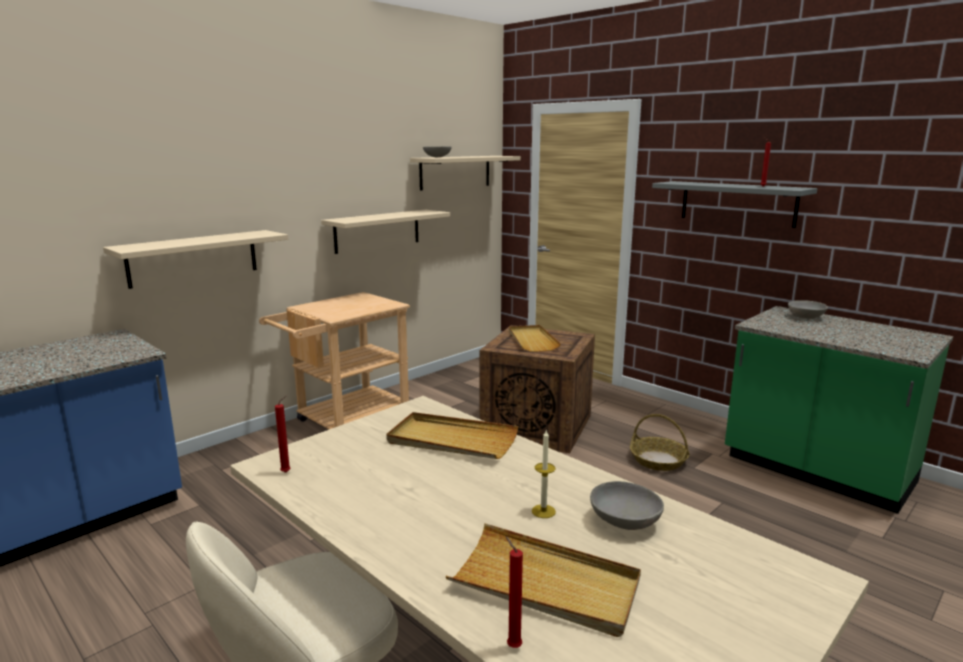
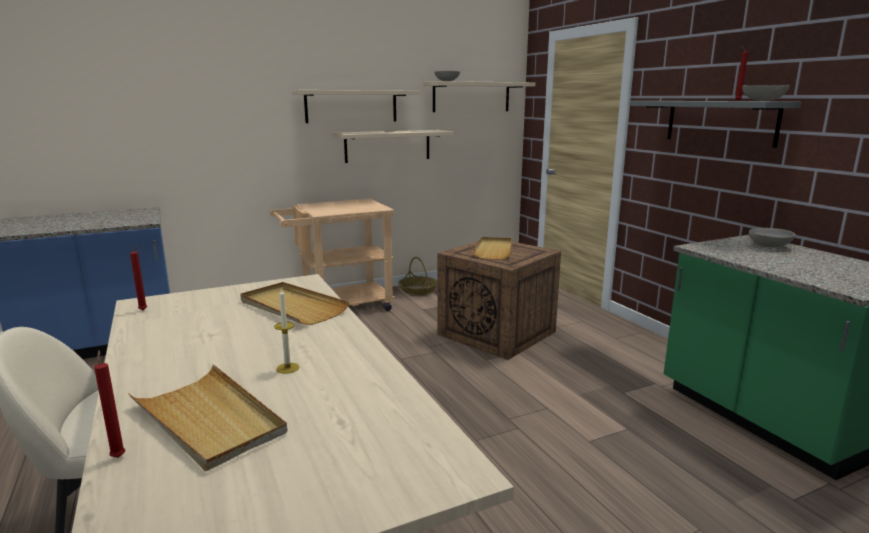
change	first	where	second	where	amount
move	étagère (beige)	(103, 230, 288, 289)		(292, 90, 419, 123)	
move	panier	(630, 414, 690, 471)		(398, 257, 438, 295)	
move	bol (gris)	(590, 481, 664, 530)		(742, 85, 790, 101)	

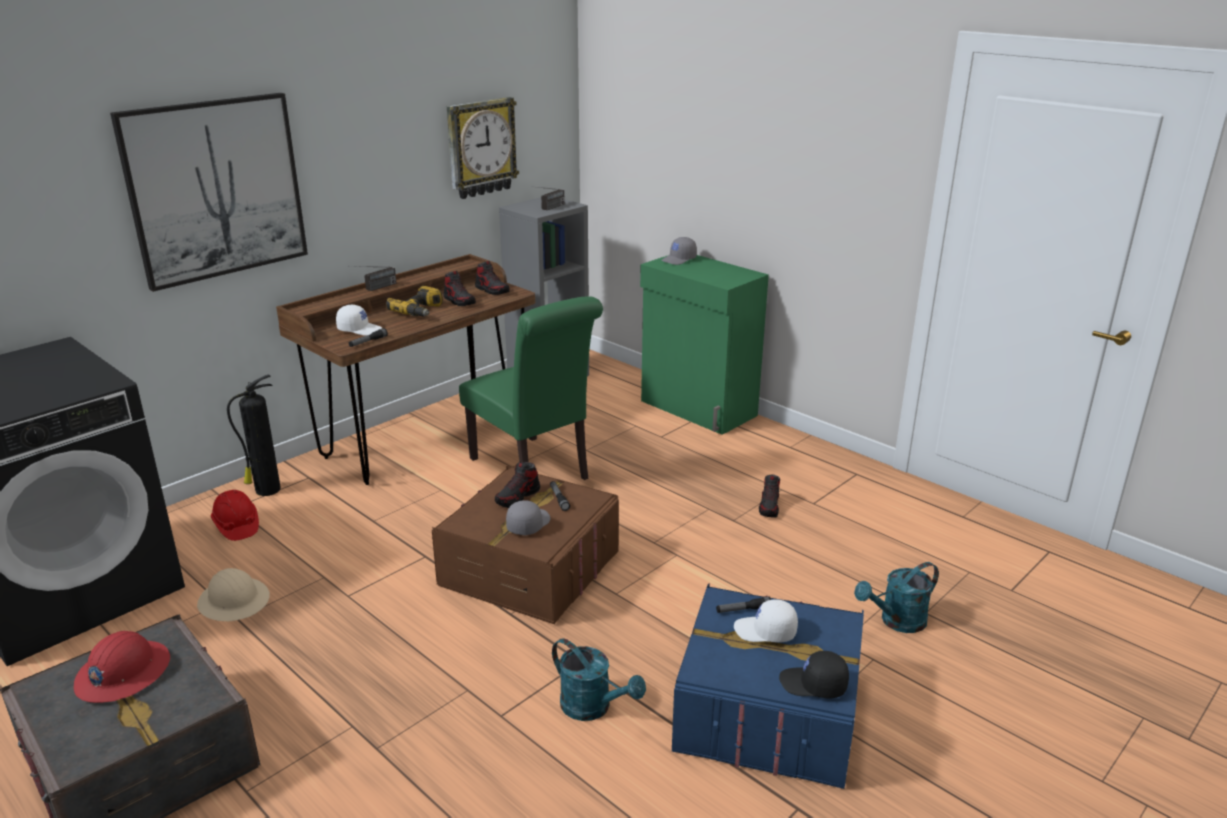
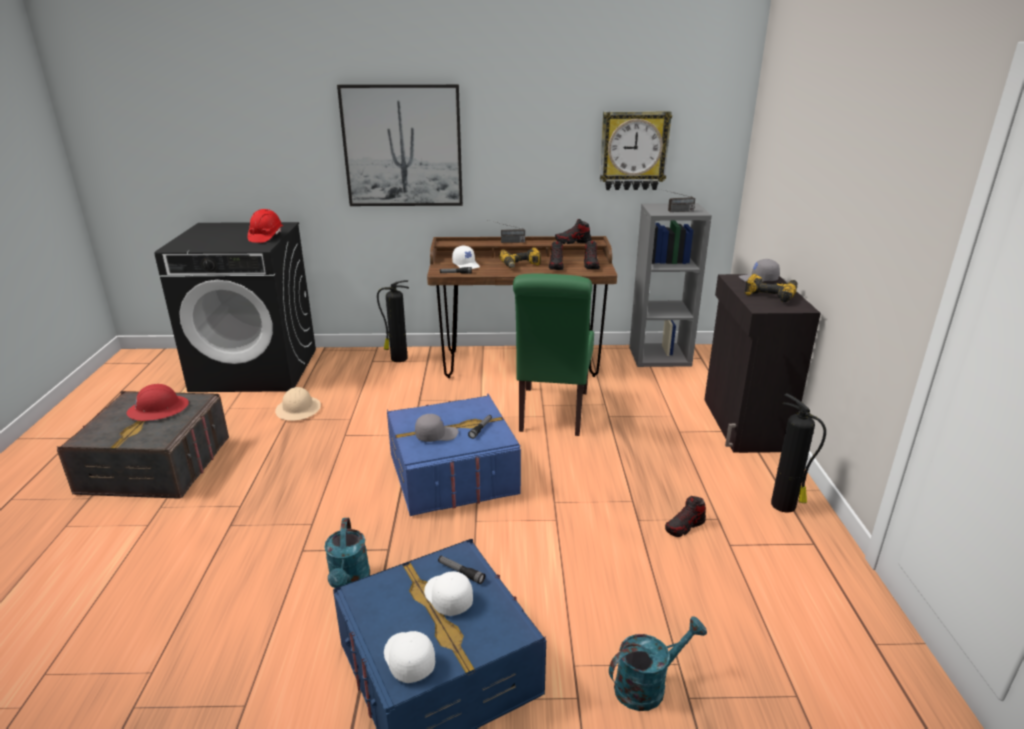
change	first	where	second	where	amount
recolor	meuble de rangement (vert)	(640, 255, 769, 435)	meuble de rangement (noir)	(704, 274, 821, 453)	
move	chaussure	(495, 461, 540, 508)		(555, 219, 591, 244)	
recolor	boîte de rangement (marron)	(432, 466, 619, 624)	boîte de rangement (bleu)	(387, 393, 521, 516)	
move	casque de chantier (rouge)	(211, 490, 259, 541)		(248, 209, 283, 243)	
rotate	arrosoir (turquoise)	(854, 562, 939, 633)		(609, 616, 707, 711)	135 degrees clockwise
recolor	casquette (noir)	(779, 651, 849, 699)	casquette (blanc)	(384, 631, 435, 683)	
insert			perceuse	(744, 274, 798, 302)	
insert			extincteur	(771, 393, 826, 513)	

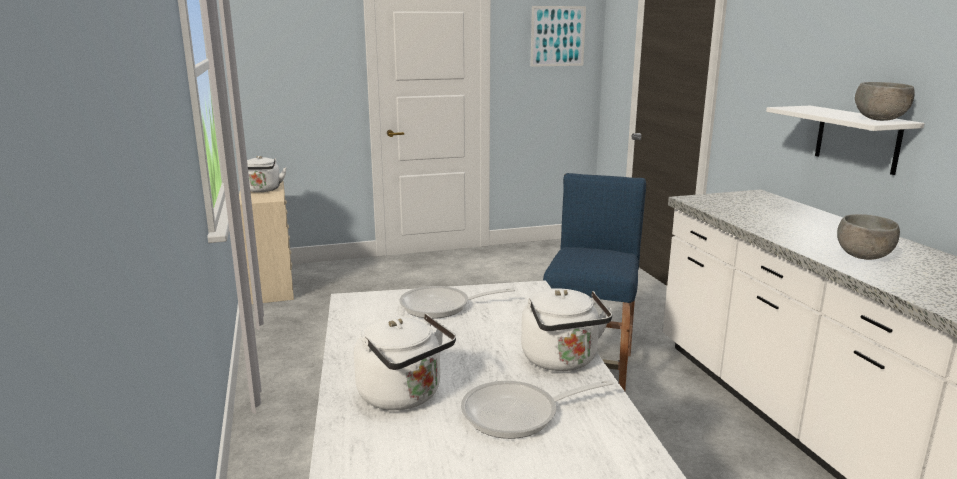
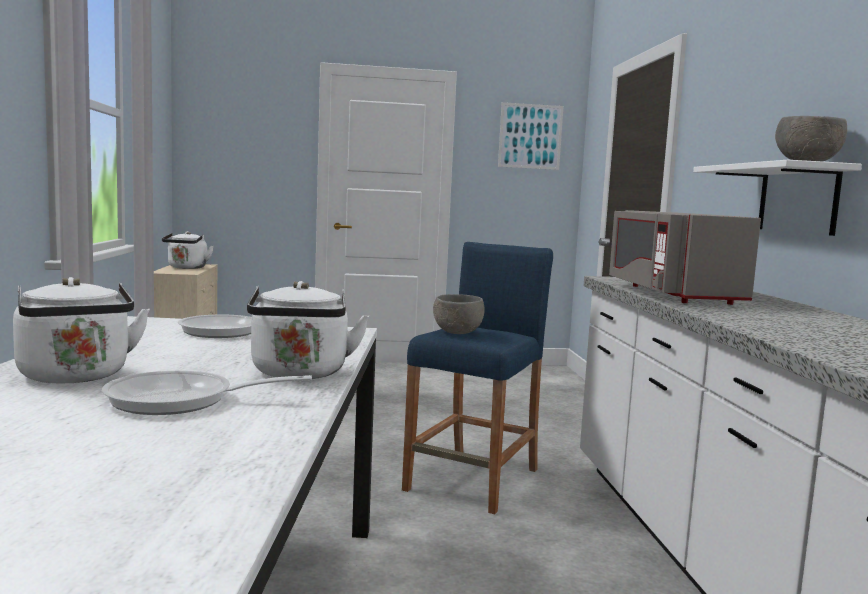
change	first	where	second	where	amount
move	bol (gris)	(837, 214, 900, 260)		(433, 294, 484, 334)	
insert			micro-ondes (gris)	(609, 210, 761, 305)	

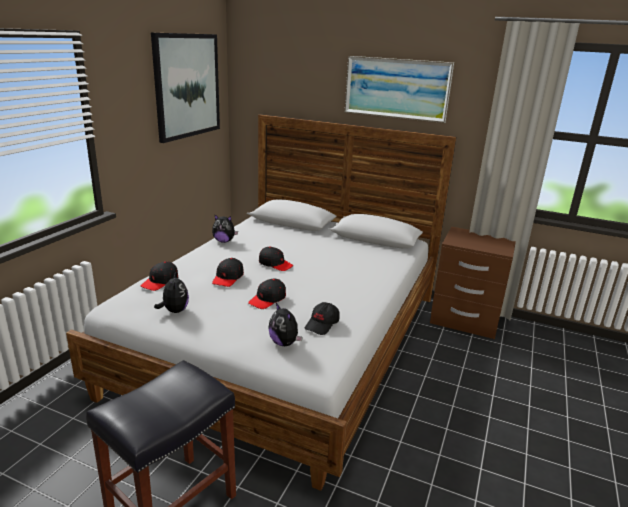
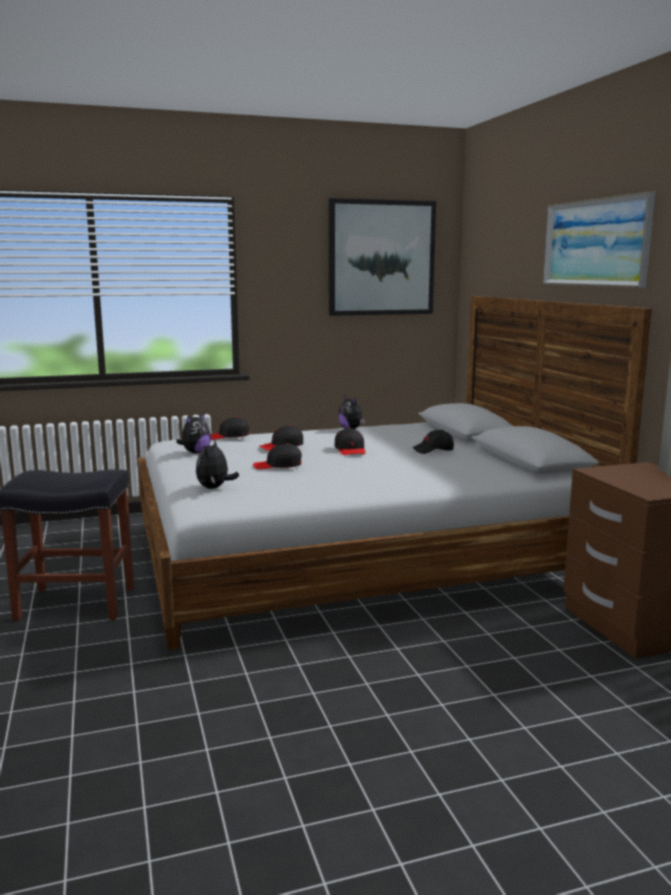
change	first	where	second	where	amount
move	casquette (noir)	(305, 302, 340, 335)		(413, 430, 454, 454)	

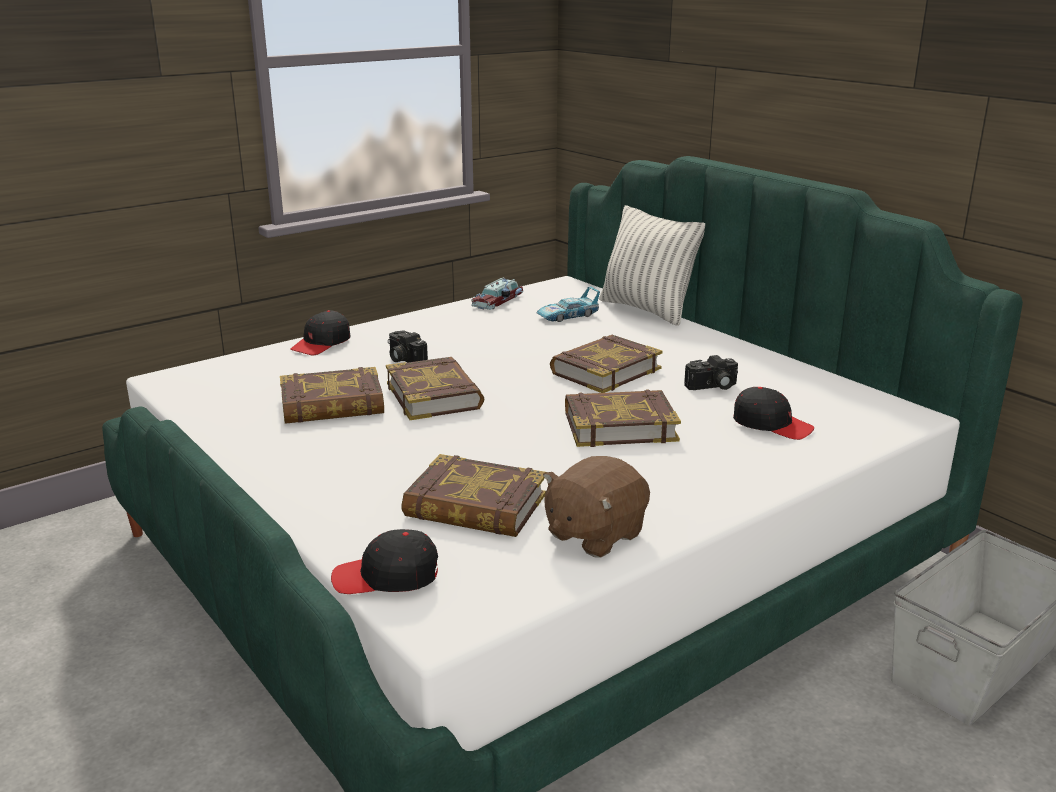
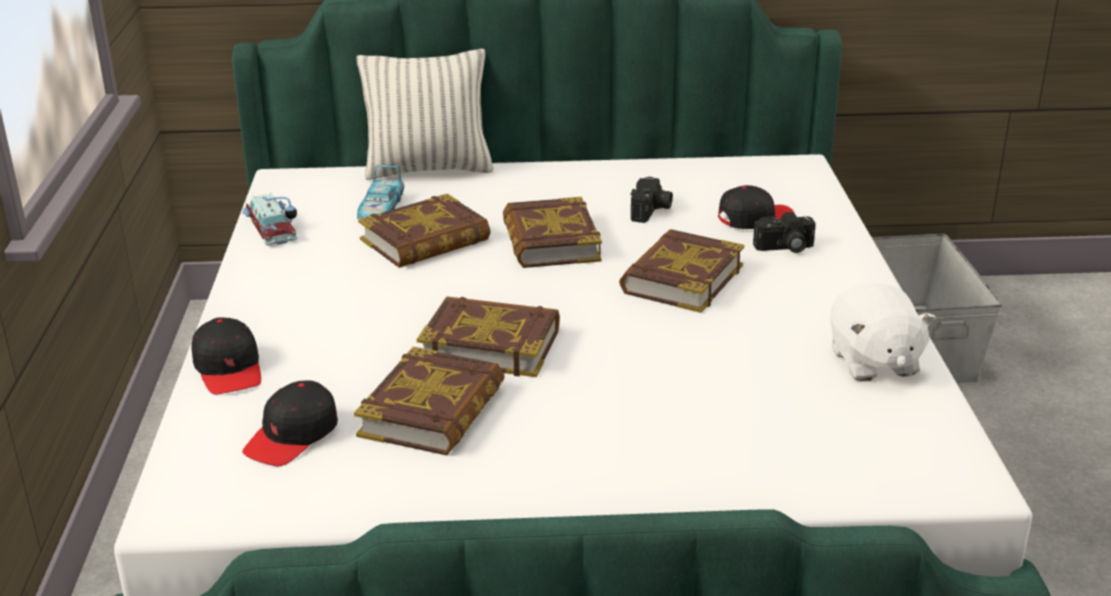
change	first	where	second	where	amount
move	appareil photo	(388, 331, 428, 362)		(753, 212, 816, 253)	
move	livre	(401, 454, 546, 537)		(358, 193, 491, 268)	
recolor	peluche (marron)	(543, 456, 650, 558)	peluche (blanc)	(830, 283, 936, 381)	
move	casquette (noir)	(331, 529, 438, 594)		(242, 380, 338, 466)	

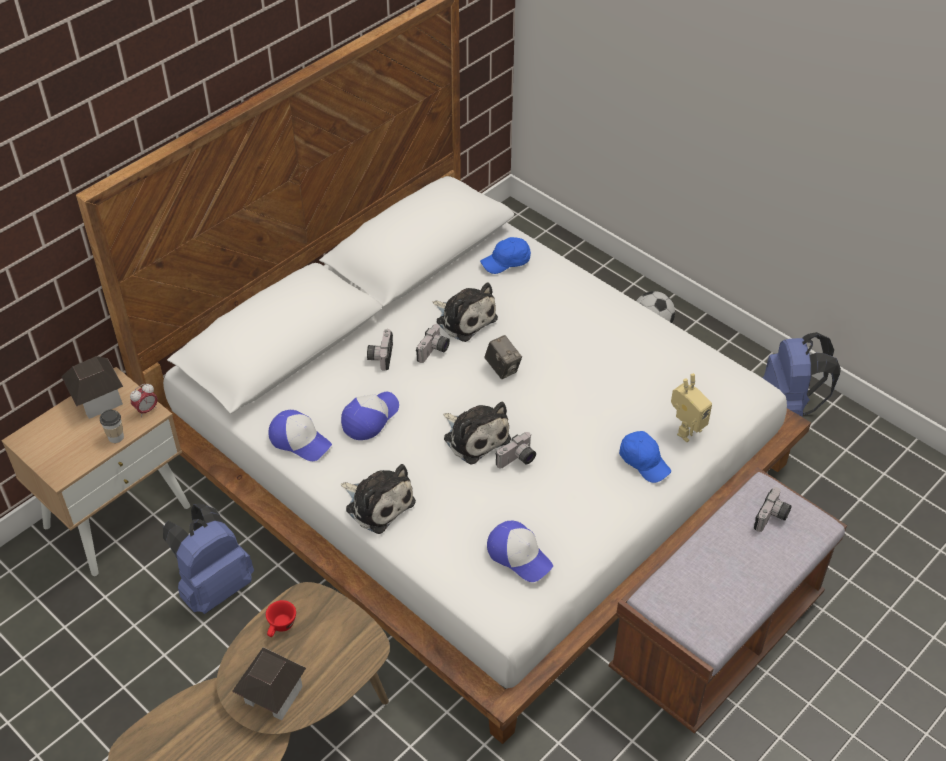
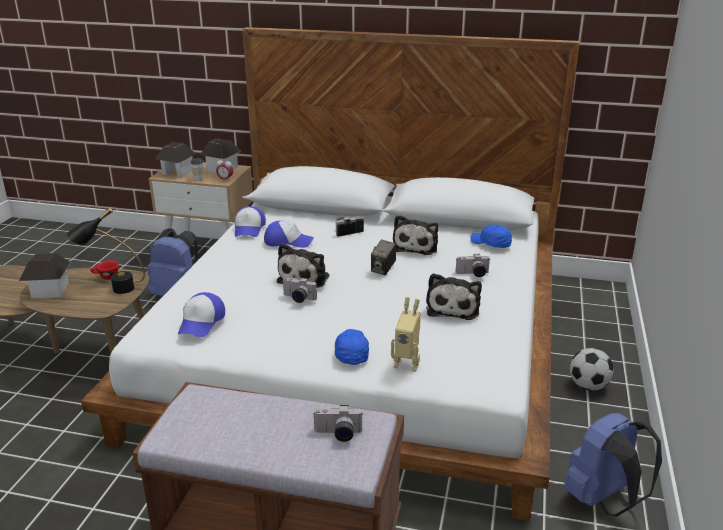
change	first	where	second	where	amount
move	appareil photo	(416, 324, 450, 363)		(455, 254, 491, 277)	
rotate	casquette (bleu)	(619, 431, 671, 483)		(335, 329, 369, 365)	150 degrees clockwise
move	peluche	(341, 464, 416, 534)		(426, 273, 482, 320)	
insert			maison miniature	(155, 142, 196, 178)	
insert			lampe de table (noir)	(66, 207, 145, 294)	

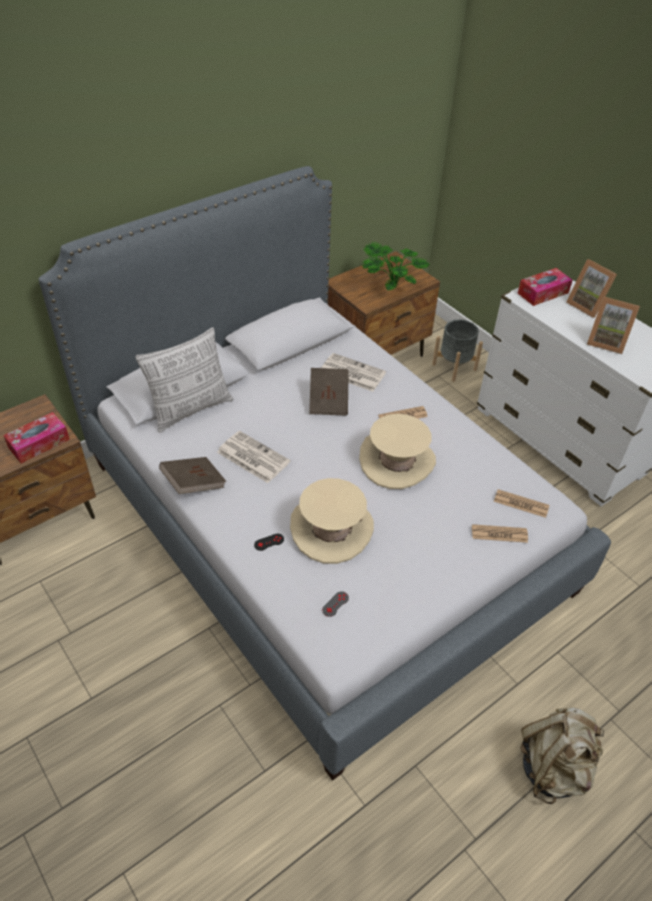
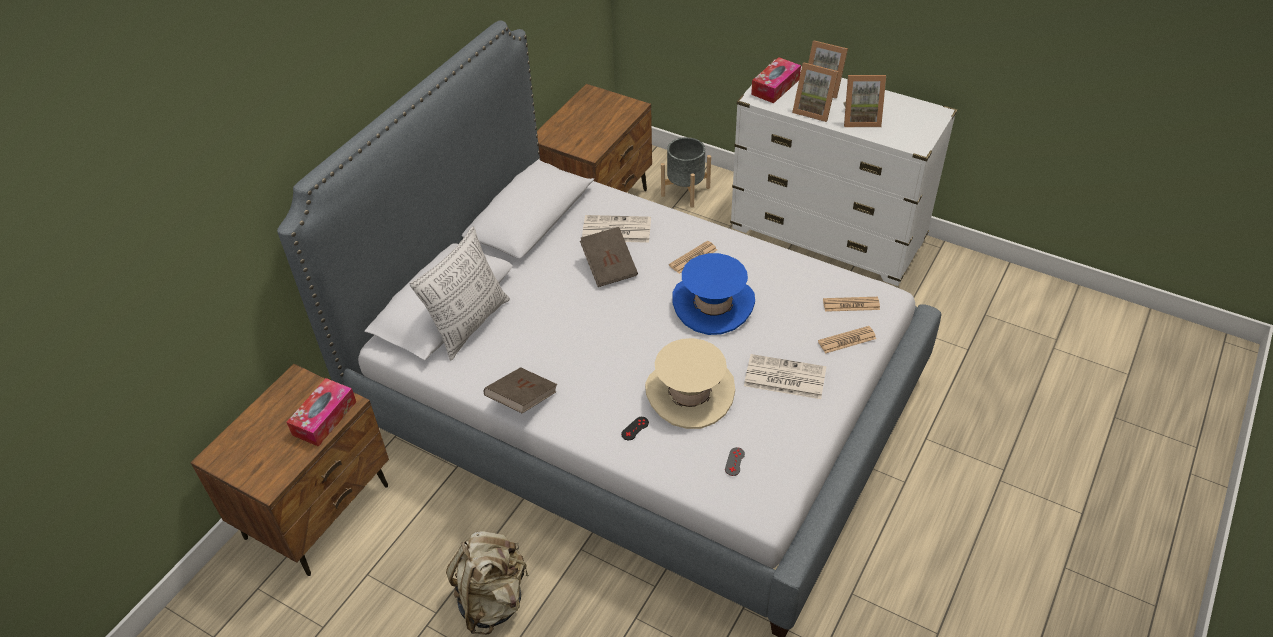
change	first	where	second	where	amount
delete	plante en pot	(362, 242, 430, 290)			
recolor	chapeau (beige)	(359, 414, 436, 489)	chapeau (bleu)	(672, 253, 755, 335)	
move	journal	(217, 431, 290, 483)		(744, 354, 826, 399)	
move	sac à dos (beige)	(520, 708, 604, 804)		(446, 531, 529, 635)	
insert			cadre photo	(792, 62, 839, 122)	

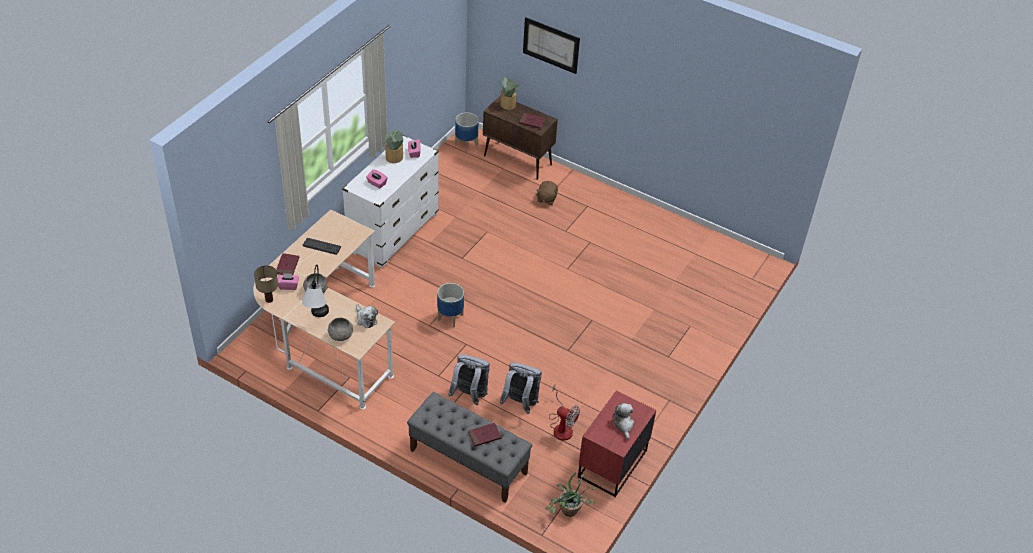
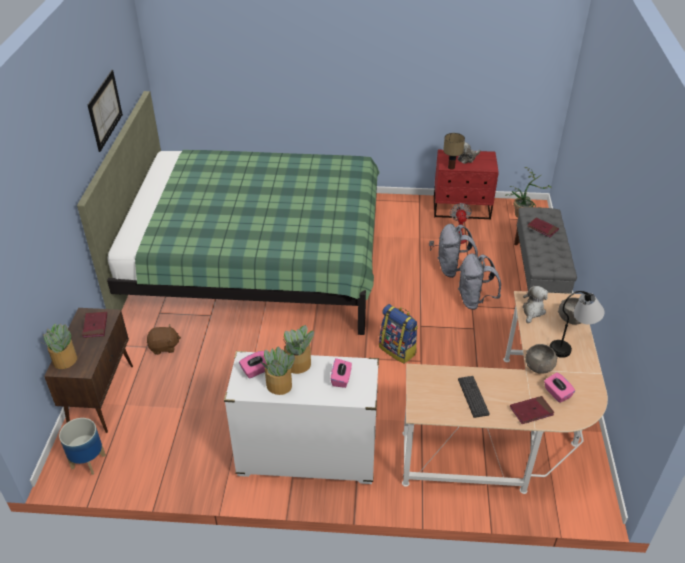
change	first	where	second	where	amount
move	tableau	(523, 17, 580, 74)		(88, 70, 123, 152)	
move	lampe de table	(254, 265, 278, 303)		(443, 133, 465, 170)	
replace	cache-pot	(437, 283, 464, 327)	sac à dos	(379, 304, 418, 364)	
insert			lit (vert)	(77, 91, 380, 335)	
insert			plante en pot	(283, 325, 314, 374)	

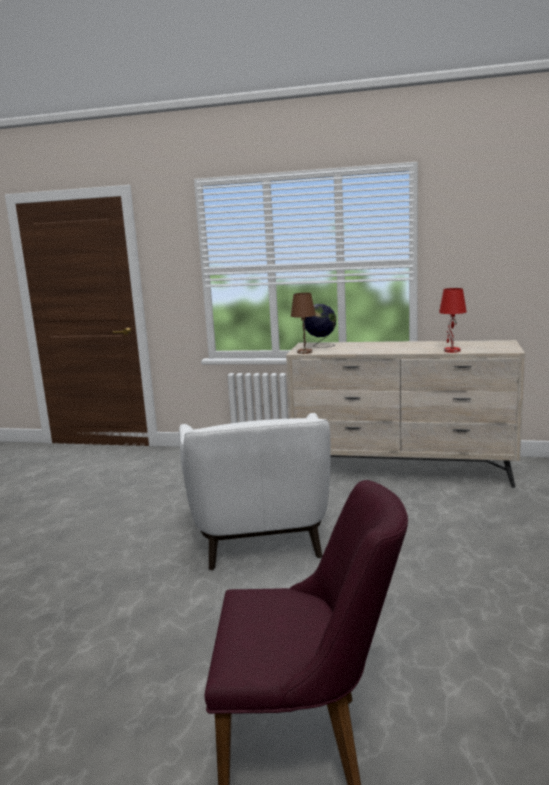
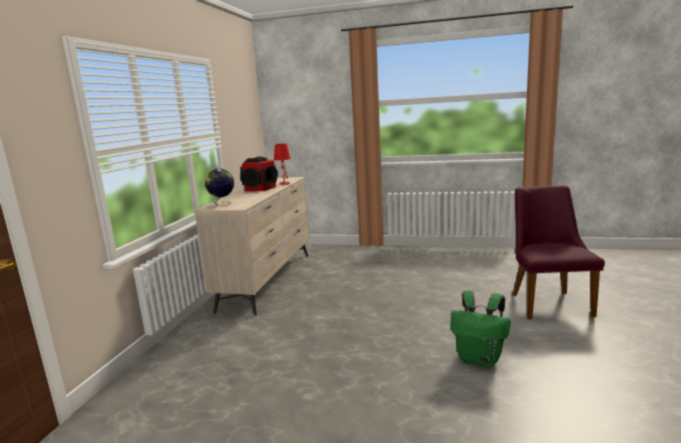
change	first	where	second	where	amount
delete	lampe de table (marron)	(291, 293, 316, 354)			
delete	fauteuil (blanc)	(179, 413, 331, 570)			
insert			enceinte	(240, 157, 278, 191)	
insert			sac à dos (vert)	(451, 291, 511, 367)	

